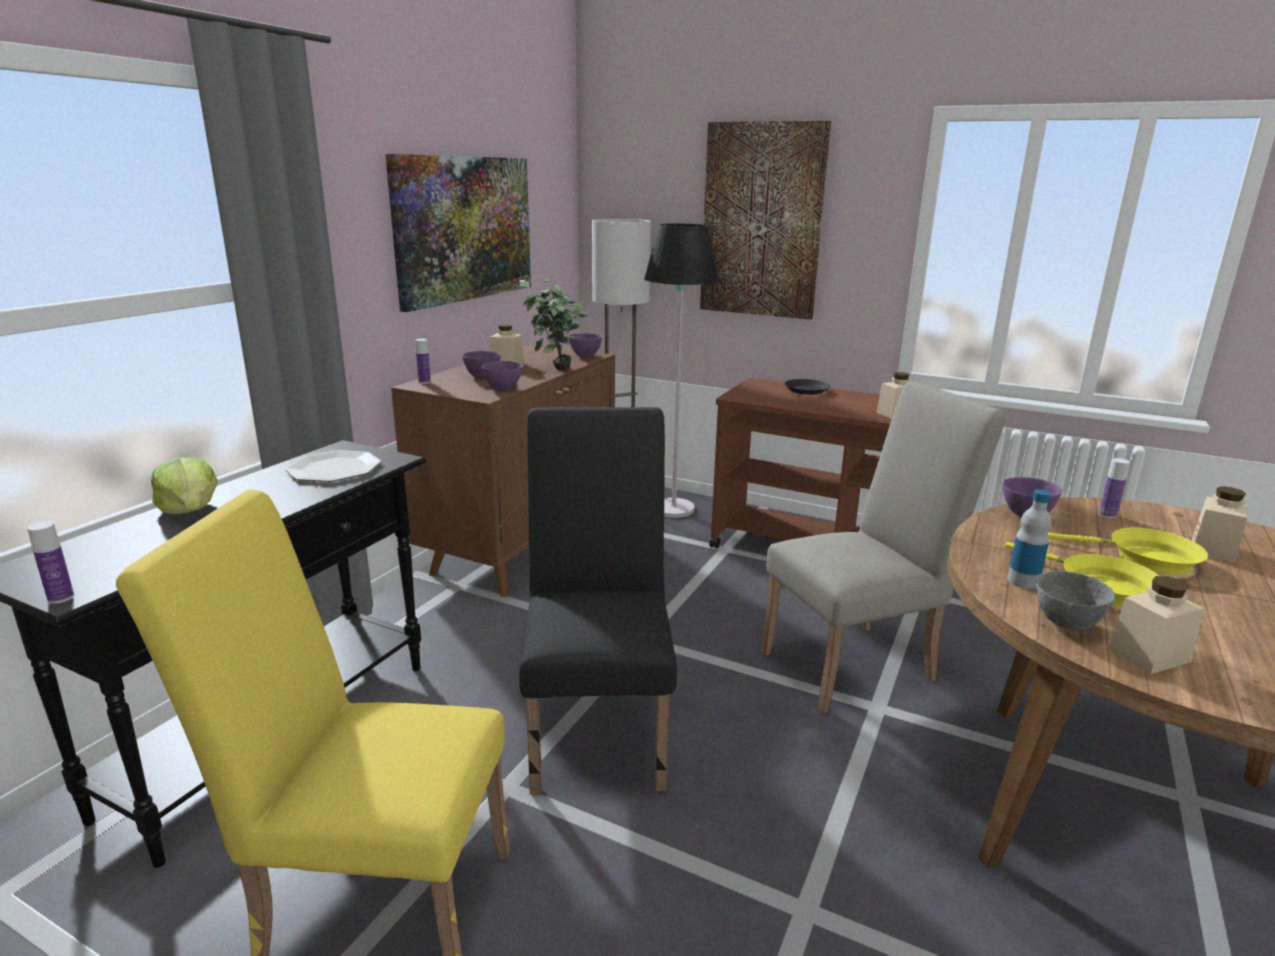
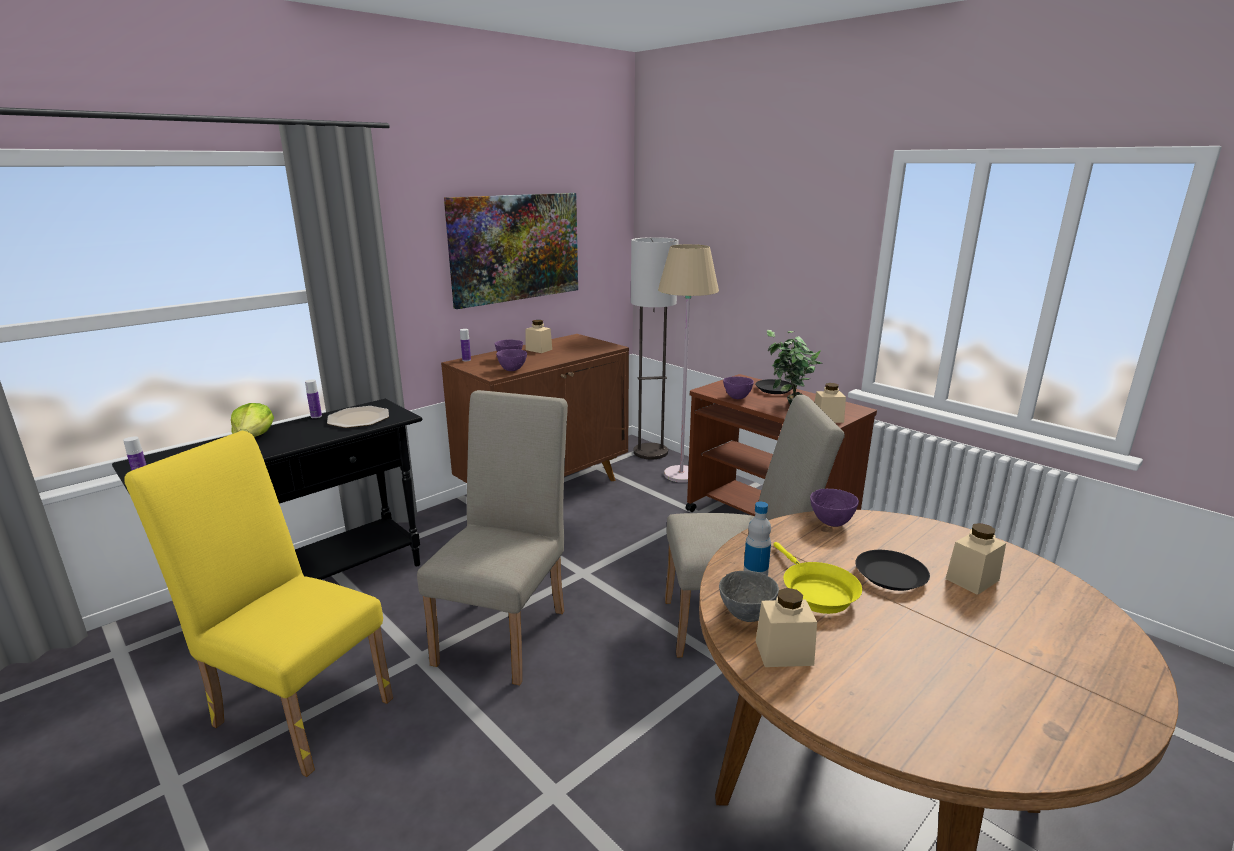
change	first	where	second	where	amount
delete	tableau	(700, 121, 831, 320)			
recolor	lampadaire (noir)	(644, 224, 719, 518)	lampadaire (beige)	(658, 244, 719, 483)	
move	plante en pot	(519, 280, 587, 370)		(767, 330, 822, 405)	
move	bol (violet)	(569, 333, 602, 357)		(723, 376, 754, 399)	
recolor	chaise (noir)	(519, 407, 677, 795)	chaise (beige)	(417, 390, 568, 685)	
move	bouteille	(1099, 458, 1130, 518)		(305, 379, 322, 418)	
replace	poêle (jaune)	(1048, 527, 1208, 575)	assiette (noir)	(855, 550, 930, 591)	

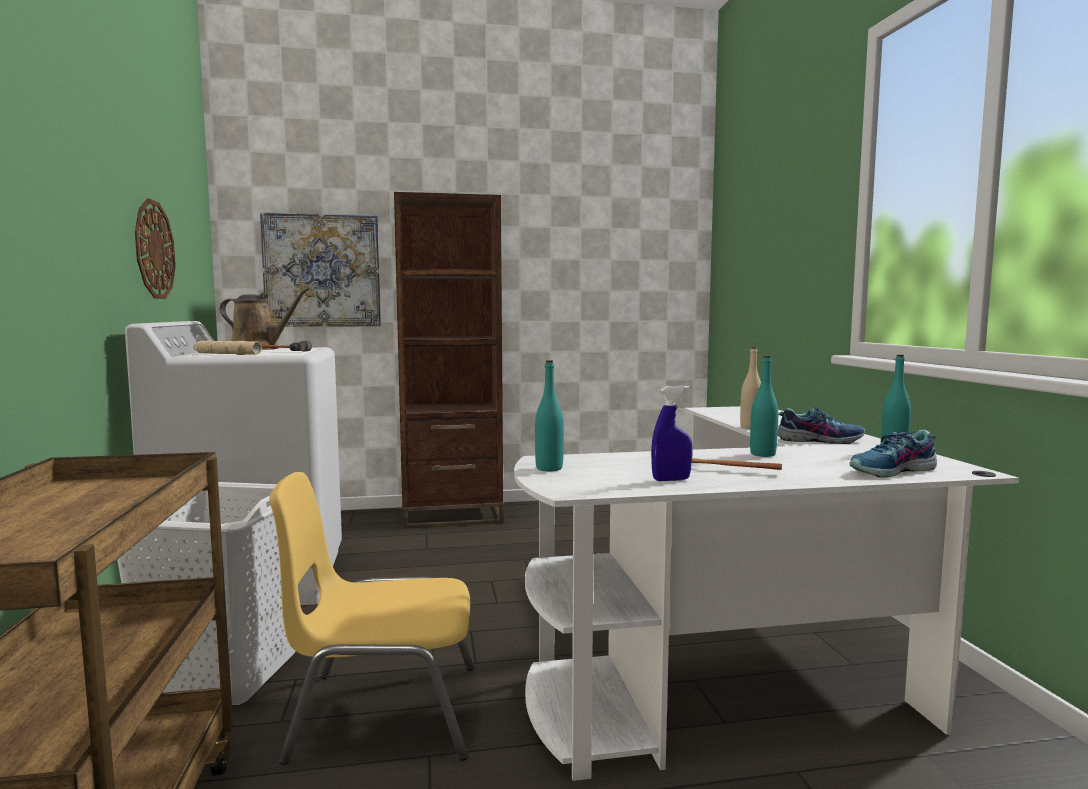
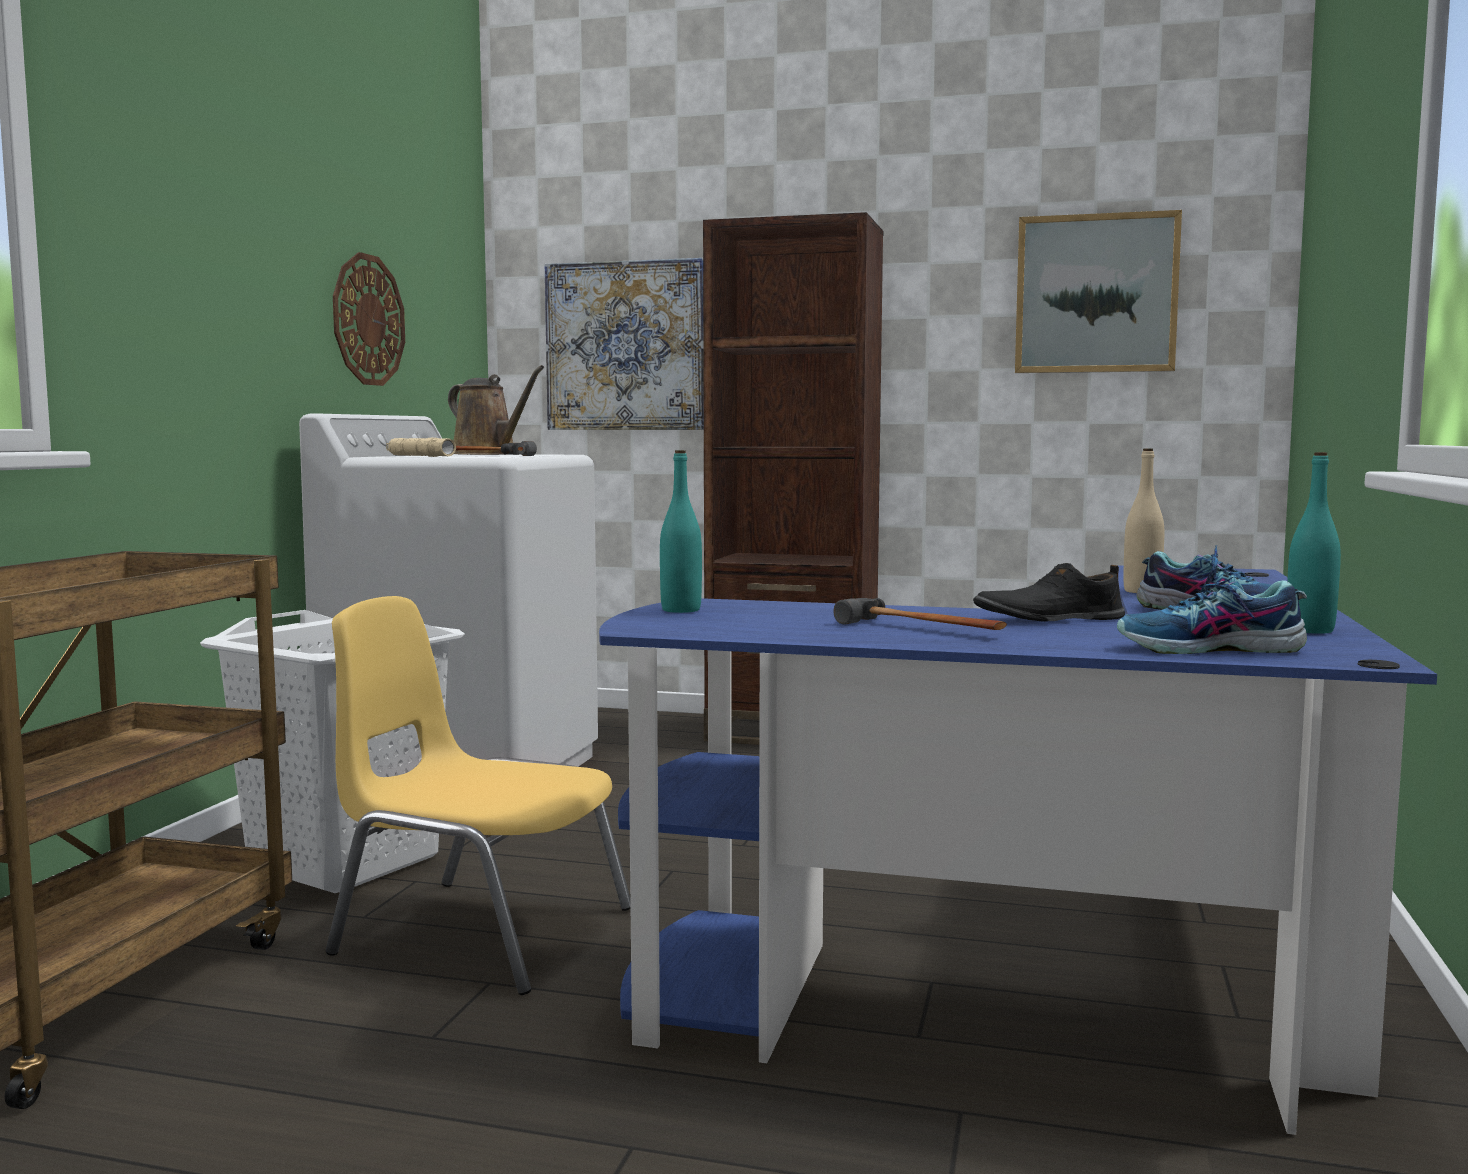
change	first	where	second	where	amount
replace	bouteille (turquoise)	(750, 356, 778, 457)	chaussure (noir)	(973, 563, 1125, 622)	
delete	vaporisateur (bleu)	(651, 385, 692, 481)			
recolor	bureau (blanc)	(514, 406, 1019, 781)	bureau (bleu)	(599, 565, 1437, 1135)	
insert			tableau	(1015, 210, 1182, 373)	

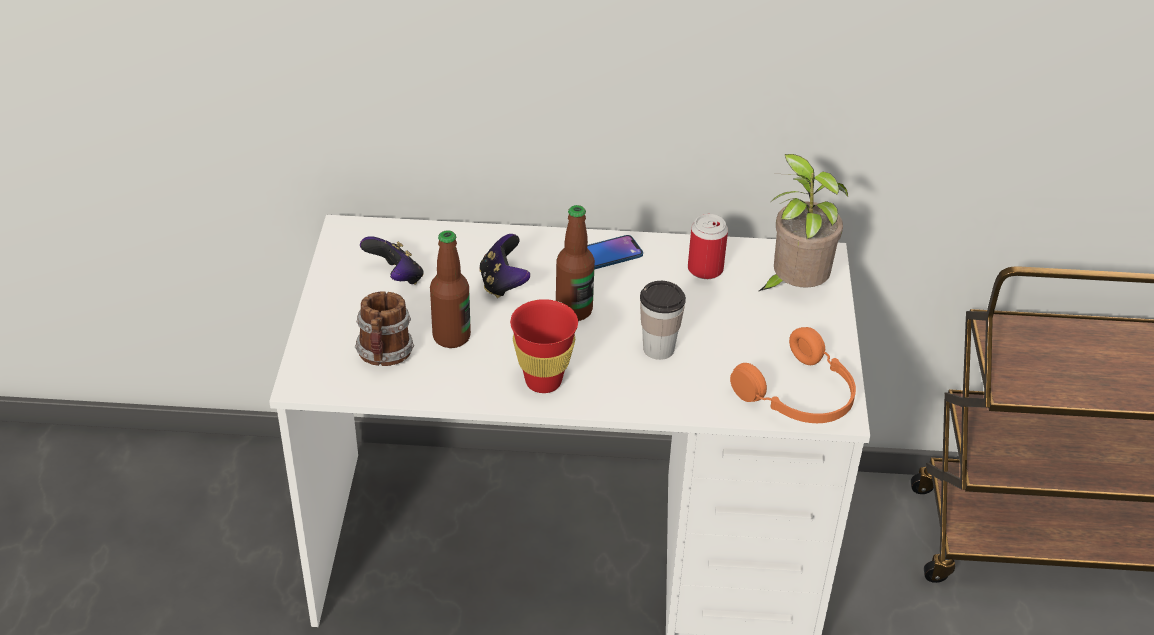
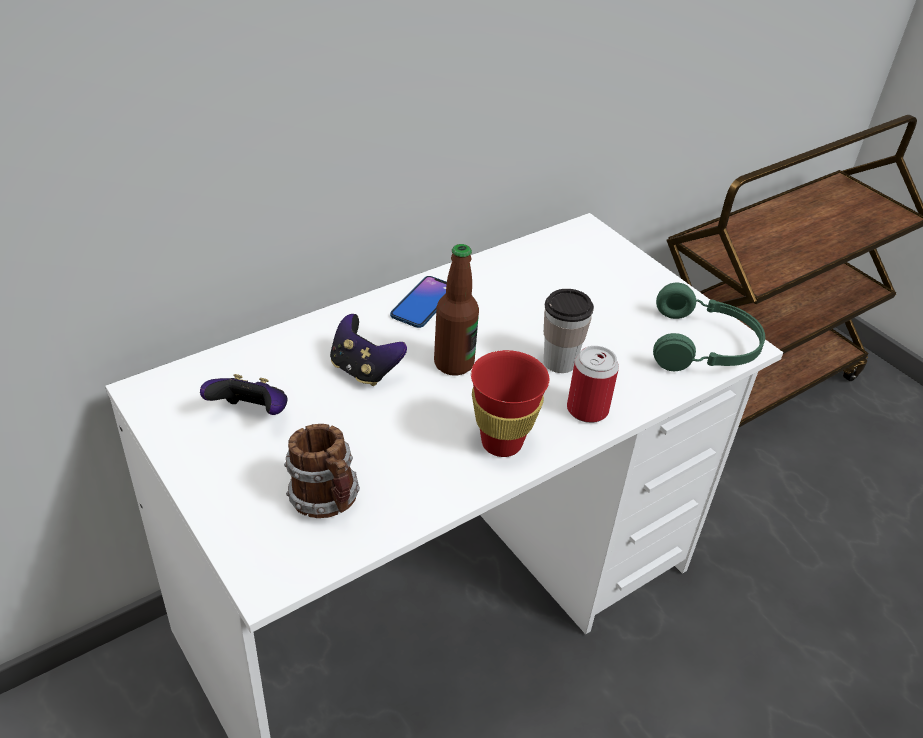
change	first	where	second	where	amount
delete	plante en pot	(759, 154, 848, 291)			
move	boîte métallique	(688, 214, 728, 279)		(567, 346, 619, 423)	
delete	bouteille	(430, 230, 471, 348)			
recolor	casque audio (orange)	(730, 327, 856, 423)	casque audio (vert)	(653, 283, 765, 371)	

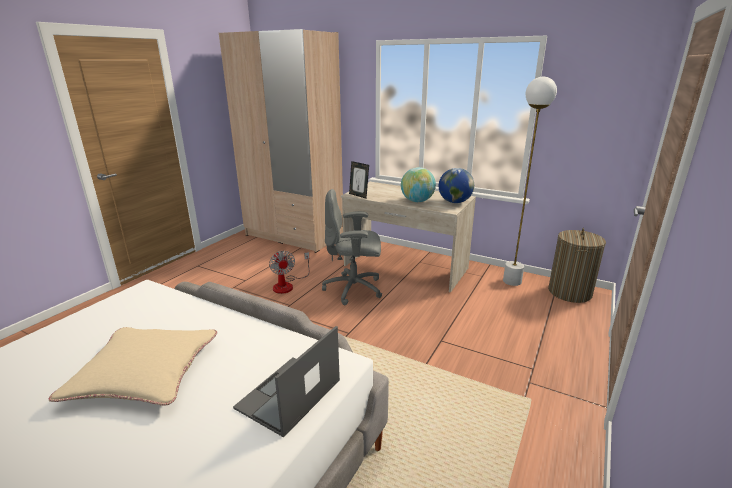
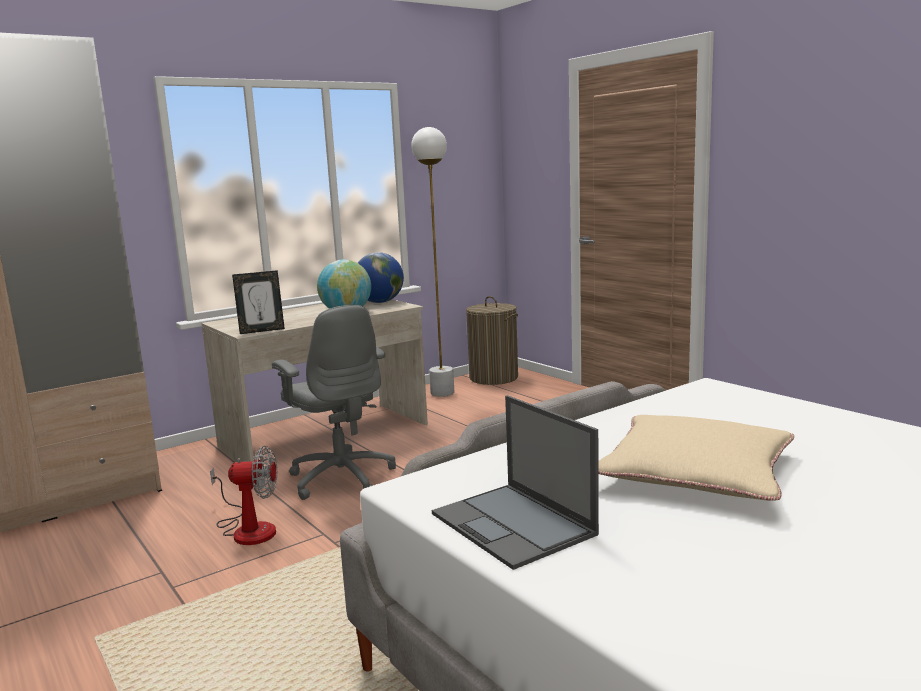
change	first	where	second	where	amount
rotate	chaise de bureau (gris)	(322, 189, 382, 305)		(272, 305, 396, 500)	60 degrees counterclockwise
move	ordinateur portable	(233, 326, 340, 438)		(432, 395, 599, 570)	

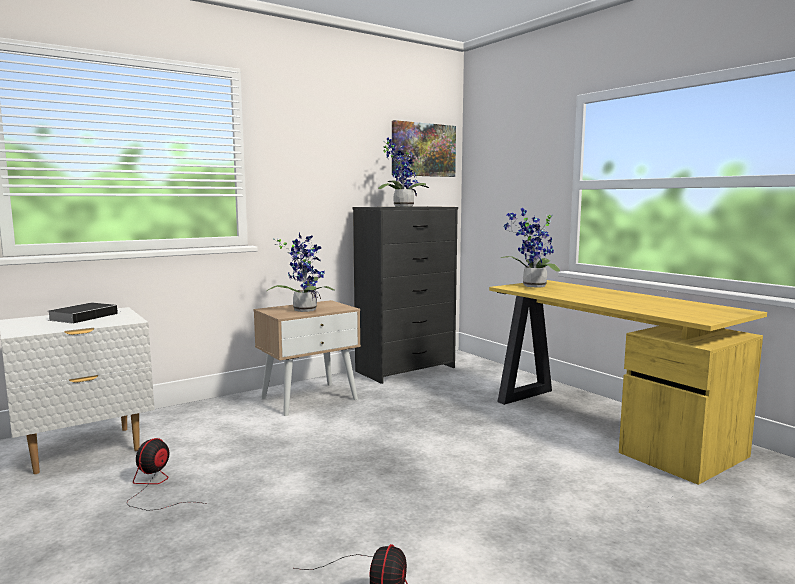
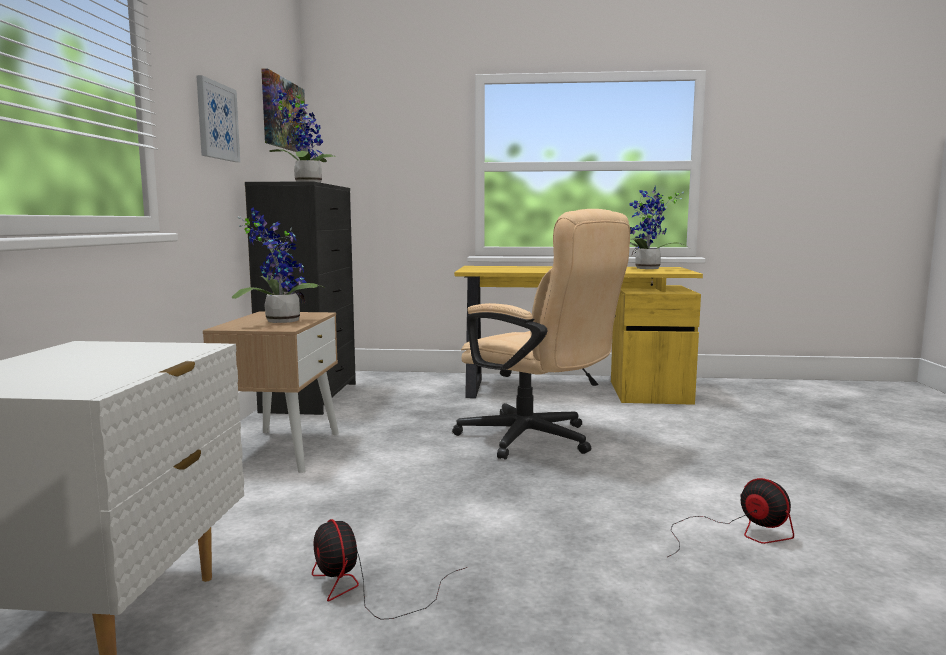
change	first	where	second	where	amount
move	plante en pot	(501, 208, 560, 288)		(629, 186, 689, 269)	
delete	livre	(48, 303, 122, 324)			
insert			tableau	(196, 75, 240, 162)	
insert			chaise de bureau (beige)	(452, 209, 630, 460)	

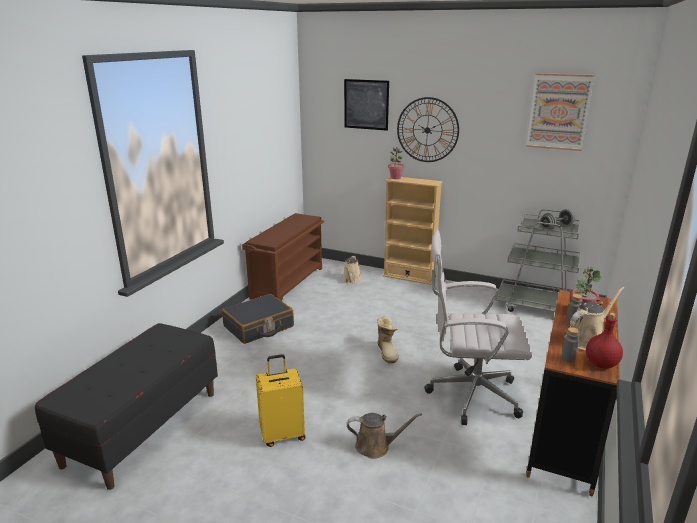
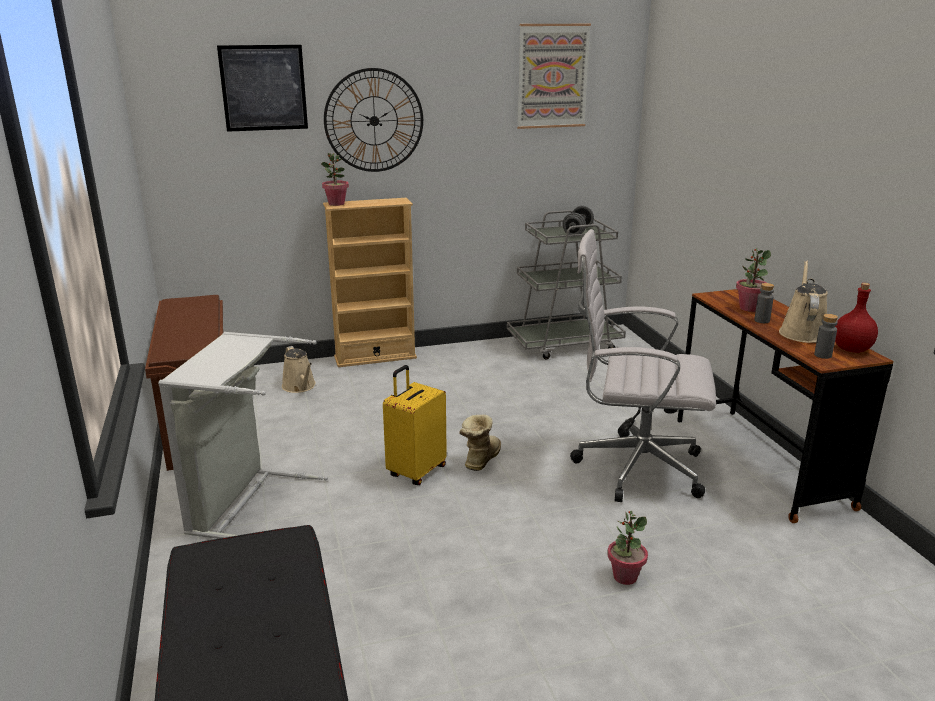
change	first	where	second	where	amount
rotate	chaise de bureau (blanc)	(424, 230, 532, 425)		(570, 229, 716, 502)	45 degrees clockwise
replace	valise (noir)	(222, 294, 294, 344)	panier à linge (gris)	(158, 332, 328, 539)	
rotate	botte	(377, 316, 399, 363)		(460, 415, 501, 471)	105 degrees counterclockwise
move	valise (jaune)	(256, 354, 305, 447)		(383, 365, 447, 485)	
replace	arrosoir (marron)	(347, 413, 422, 459)	plante en pot	(607, 511, 648, 585)	

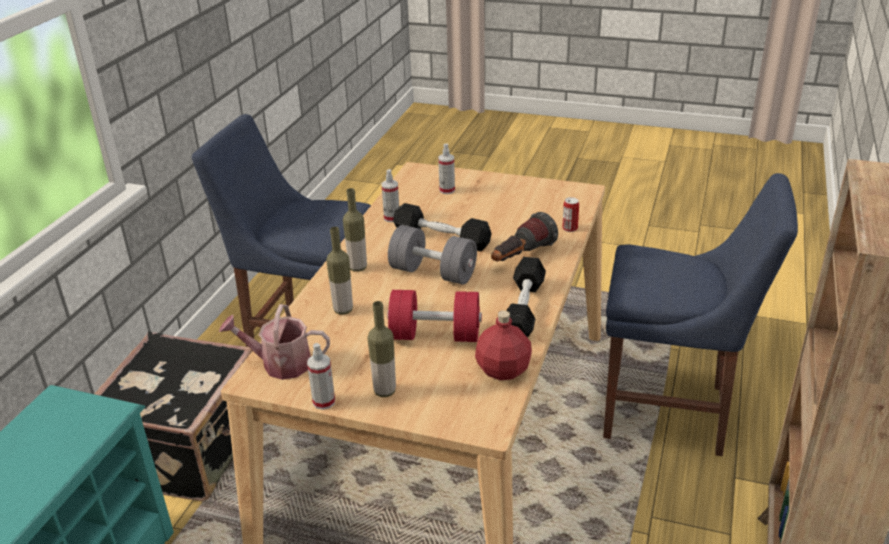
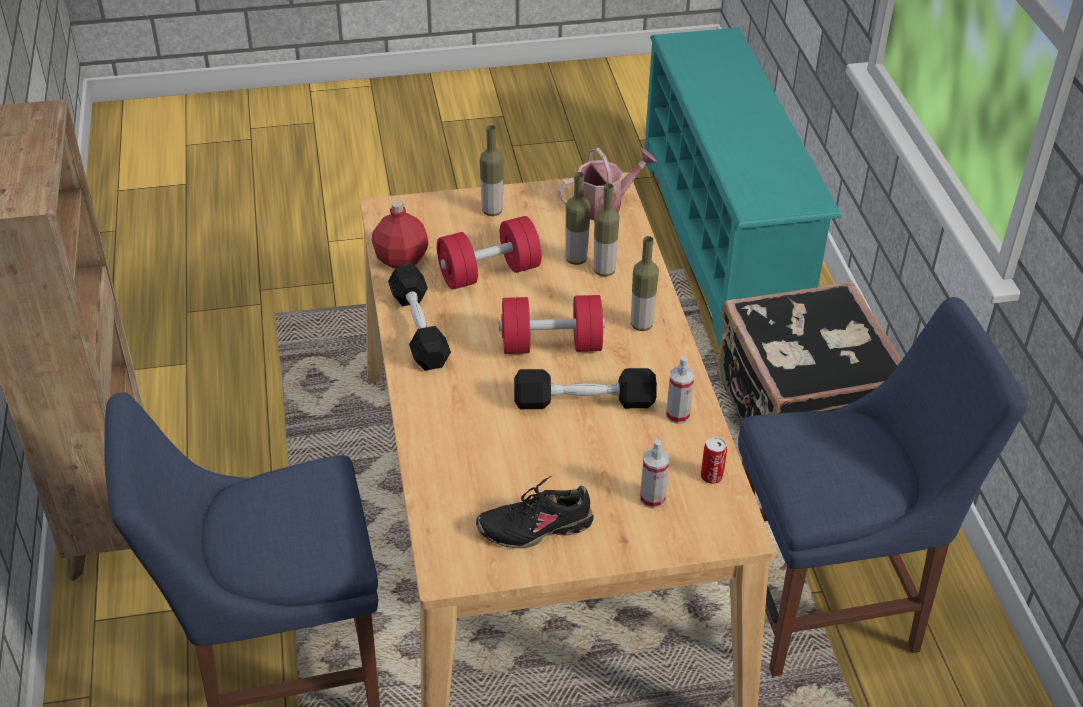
change	first	where	second	where	amount
move	boîte métallique	(562, 197, 579, 232)		(701, 437, 727, 484)	
delete	lampe de poche	(491, 212, 558, 262)			
recolor	haltère (gris)	(388, 225, 477, 285)	haltère (rouge)	(499, 295, 605, 354)	
delete	vaporisateur	(307, 343, 335, 410)			
insert			bouteille	(565, 172, 591, 265)	
insert			chaussure (noir)	(476, 476, 593, 548)	

